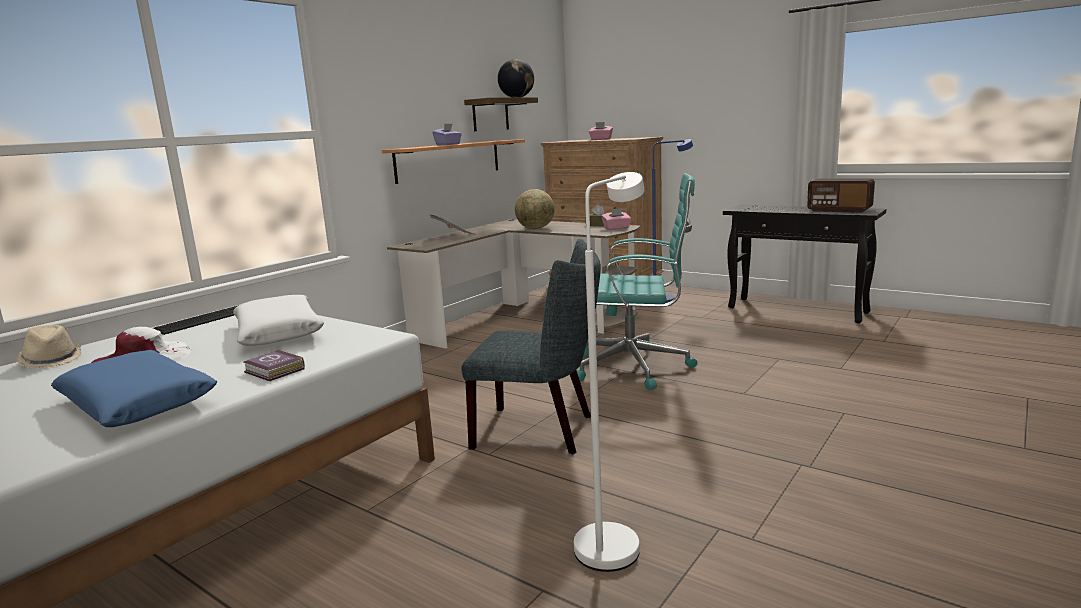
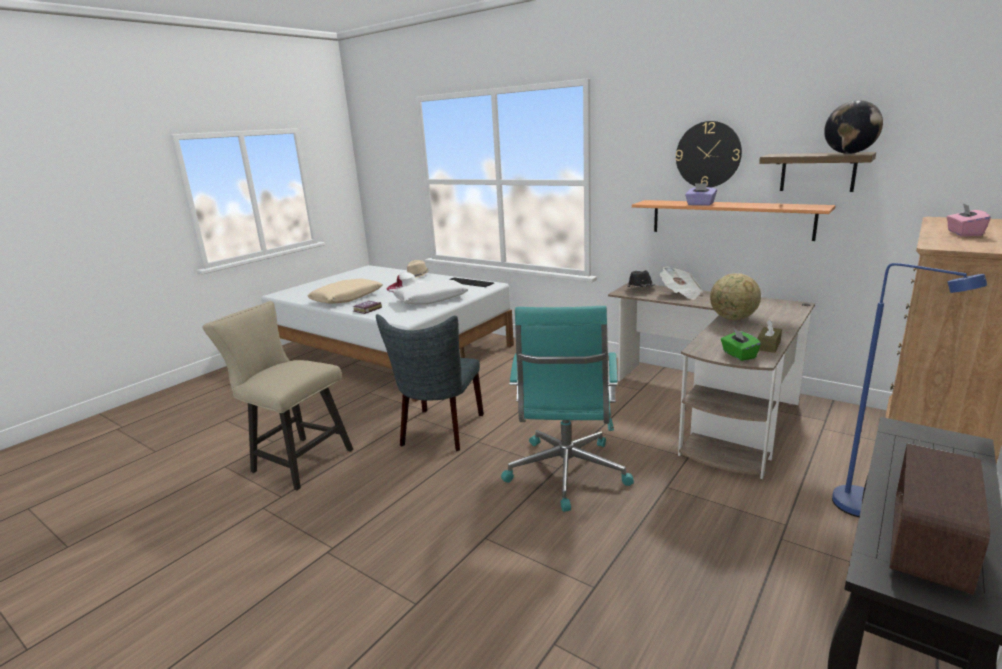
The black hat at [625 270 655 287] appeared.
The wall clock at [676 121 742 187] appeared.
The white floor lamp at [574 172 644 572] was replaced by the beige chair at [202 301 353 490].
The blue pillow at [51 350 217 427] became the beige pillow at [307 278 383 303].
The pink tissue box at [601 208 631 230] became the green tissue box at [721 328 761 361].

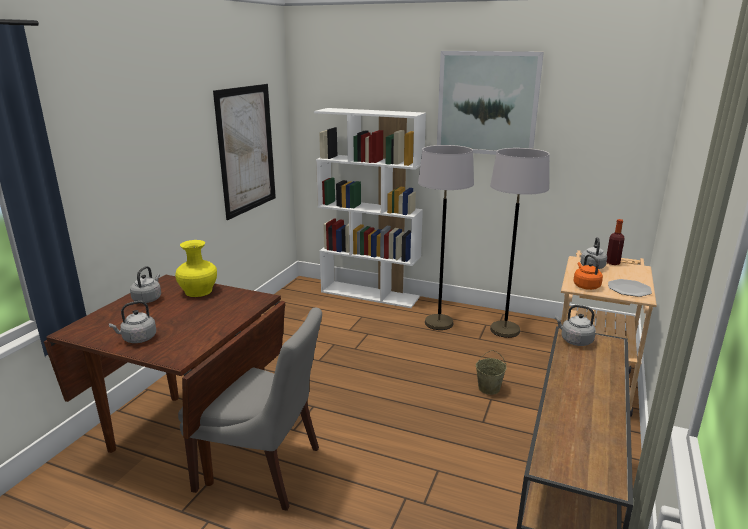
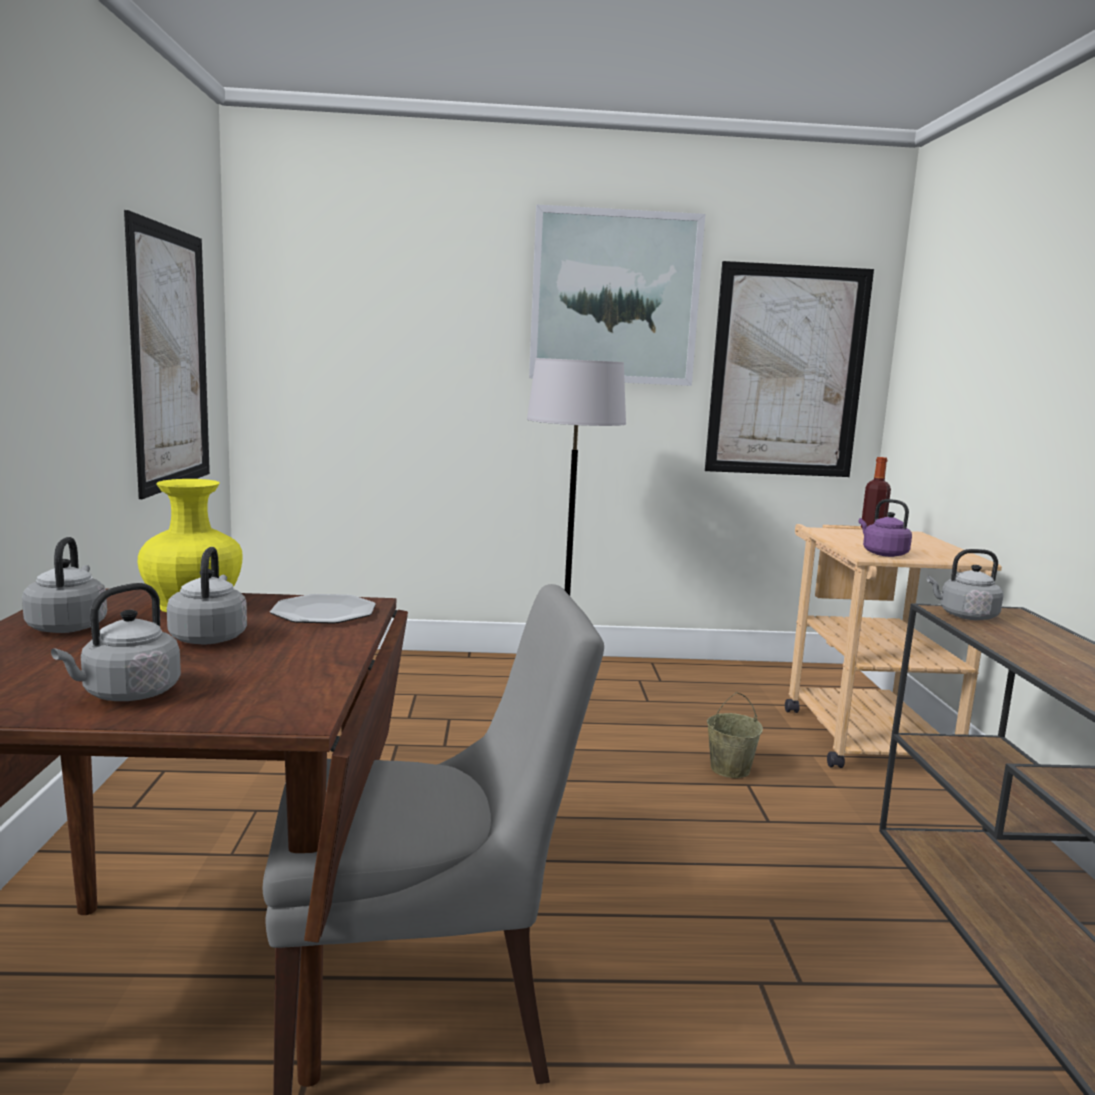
The white bookcase at [314 108 426 308] disappeared.
The grey floor lamp at [490 148 549 338] disappeared.
The picture at [705 261 874 477] appeared.
The grey kettle moved from [580 237 607 269] to [167 547 247 644].
The plate moved from [608 279 652 297] to [270 594 376 624].
The orange kettle at [573 254 603 290] became the purple kettle at [859 499 912 557].

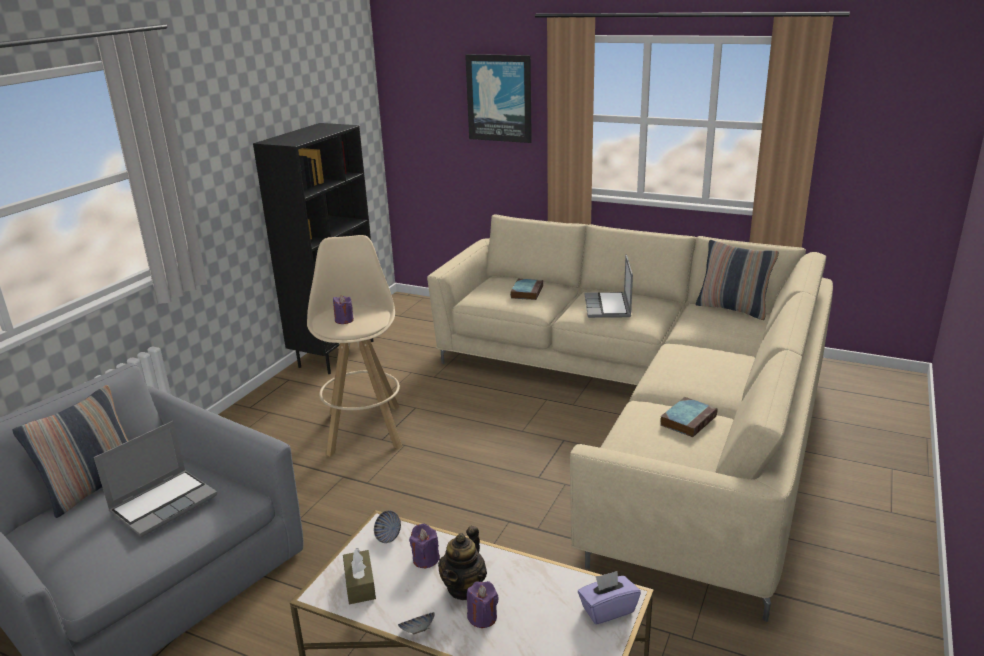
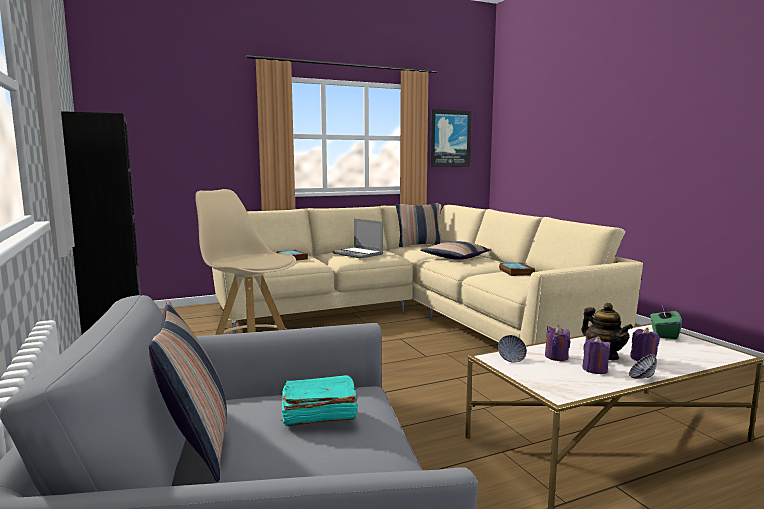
The brown tissue box at [343 548 376 604] disappeared.
The pillow at [420 241 491 260] appeared.
The purple candle moved from [333 296 354 324] to [582 336 610 374].
The picture moved from [465 54 532 143] to [430 109 472 167].
The laptop at [94 421 217 537] was replaced by the turquoise book at [281 375 358 427].
The purple tissue box at [578 571 641 625] became the green tissue box at [650 306 682 339].

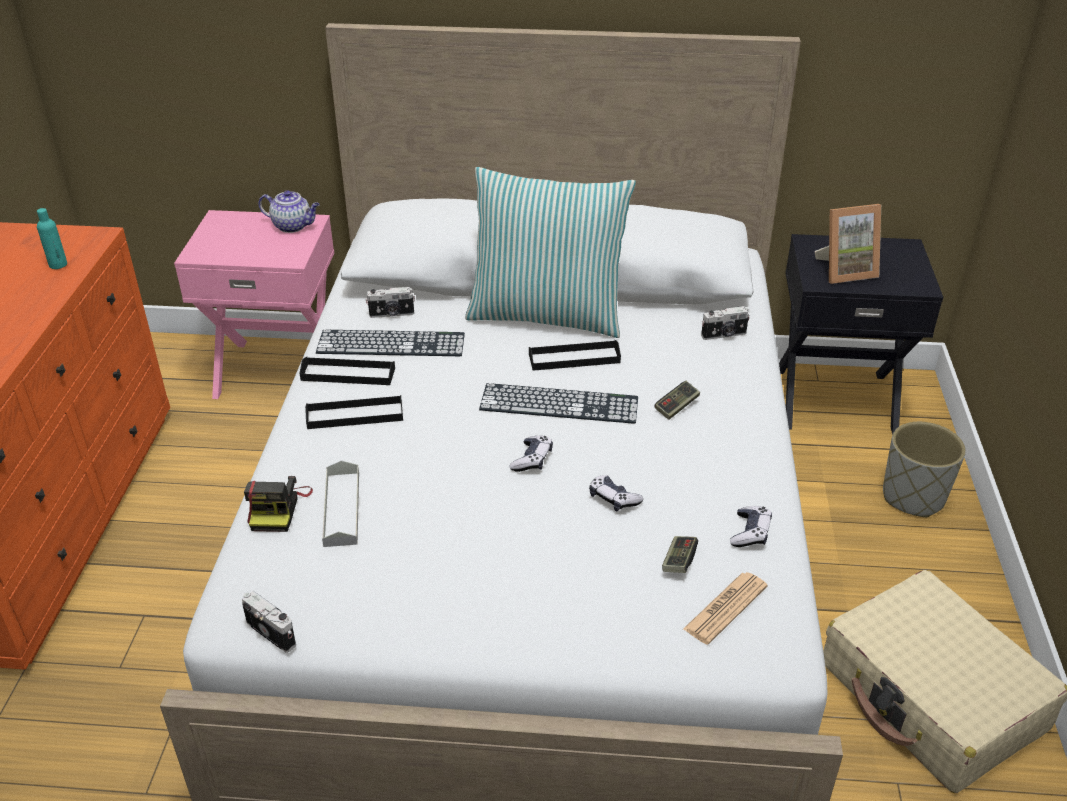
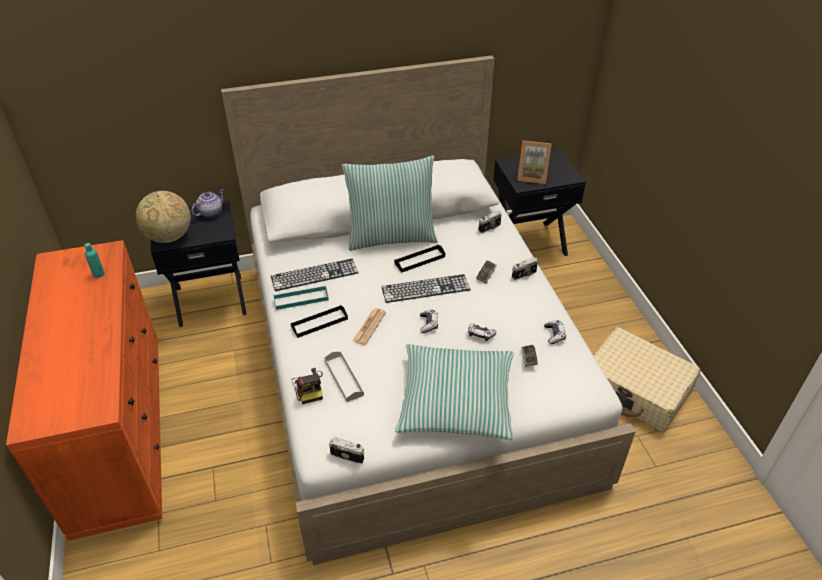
The grey planter at [883 422 966 517] disappeared.
The globe at [136 191 191 243] appeared.
The pillow at [395 344 514 440] appeared.
The photo camera moved from [366 287 415 318] to [512 257 538 280].
The newspaper moved from [683 572 768 645] to [353 308 386 345].
The pink nightstand at [174 210 334 399] became the black nightstand at [151 200 247 327].
The black tray at [299 357 395 385] became the turquoise tray at [273 286 329 310].
The teapot at [258 190 320 233] turned 45 degrees counterclockwise.
The picture frame at [815 204 881 284] turned 45 degrees clockwise.

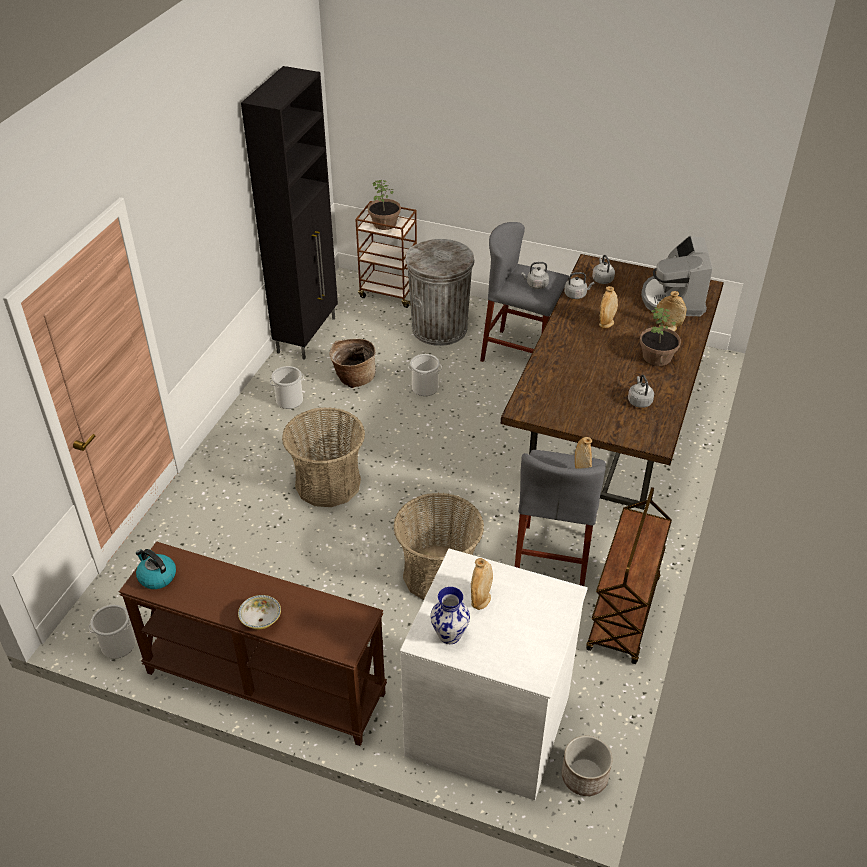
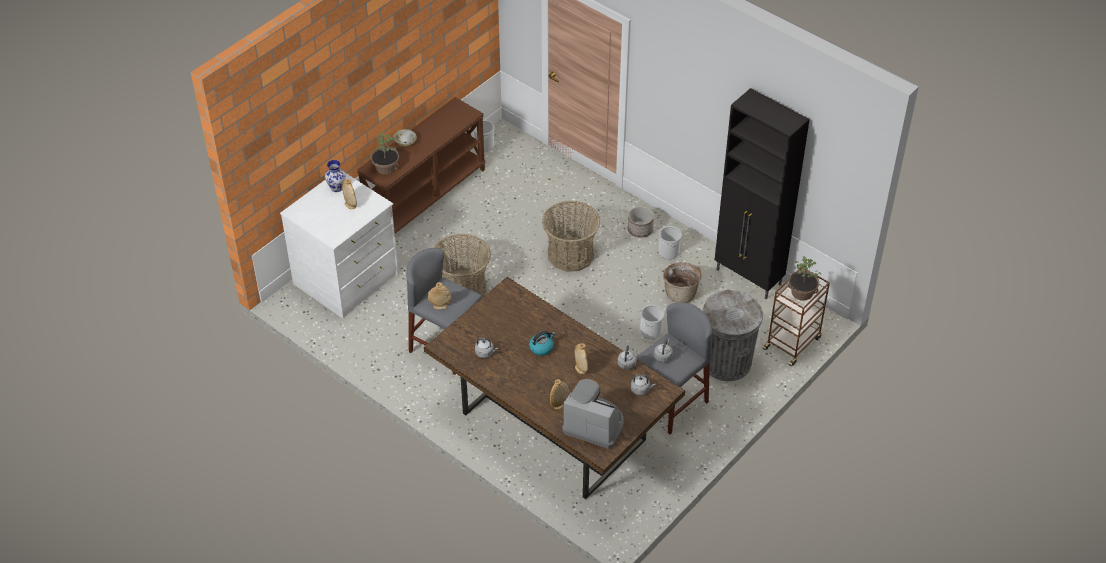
The brown cart at [586 487 672 664] disappeared.
The kettle moved from [136 549 176 589] to [529 331 555 356].
The planter moved from [562 736 612 796] to [628 206 654 238].
The potted plant moved from [640 308 681 366] to [371 132 399 175].

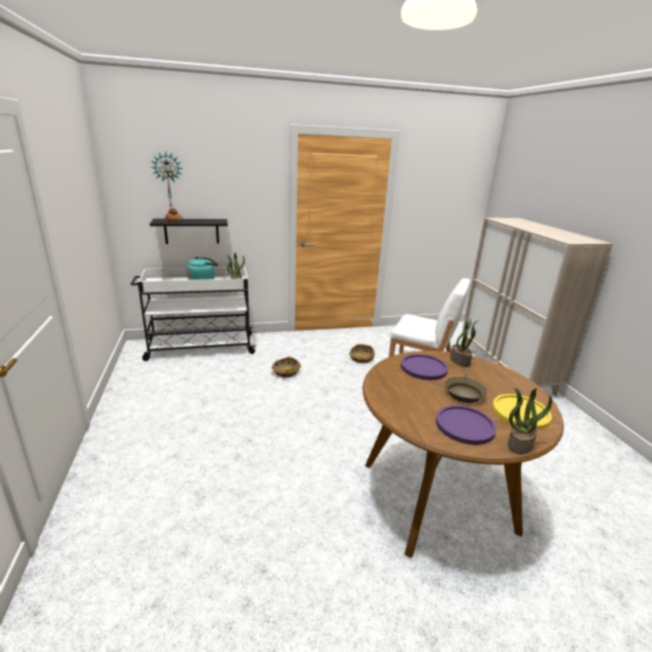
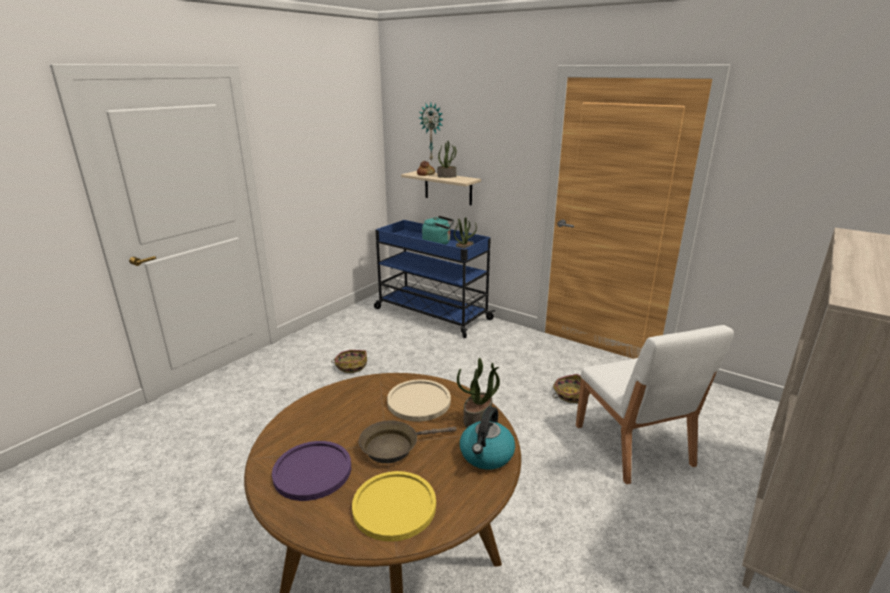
The kettle at [460 406 515 469] appeared.
The basket moved from [271 357 301 378] to [331 350 367 373].
The potted plant moved from [508 388 552 454] to [437 141 456 178].
The white cart at [131 267 256 361] became the blue cart at [374 220 495 338].
The black shelf at [150 219 228 244] became the beige shelf at [401 171 481 205].
The purple plate at [401 354 448 380] became the beige plate at [387 379 451 422].

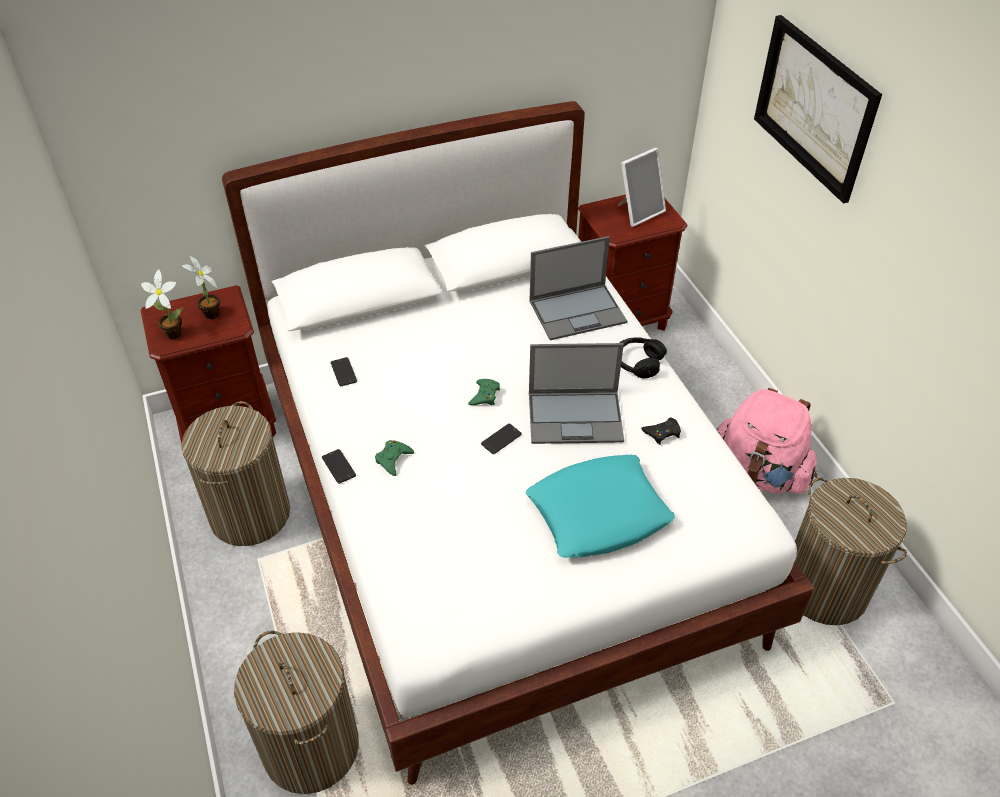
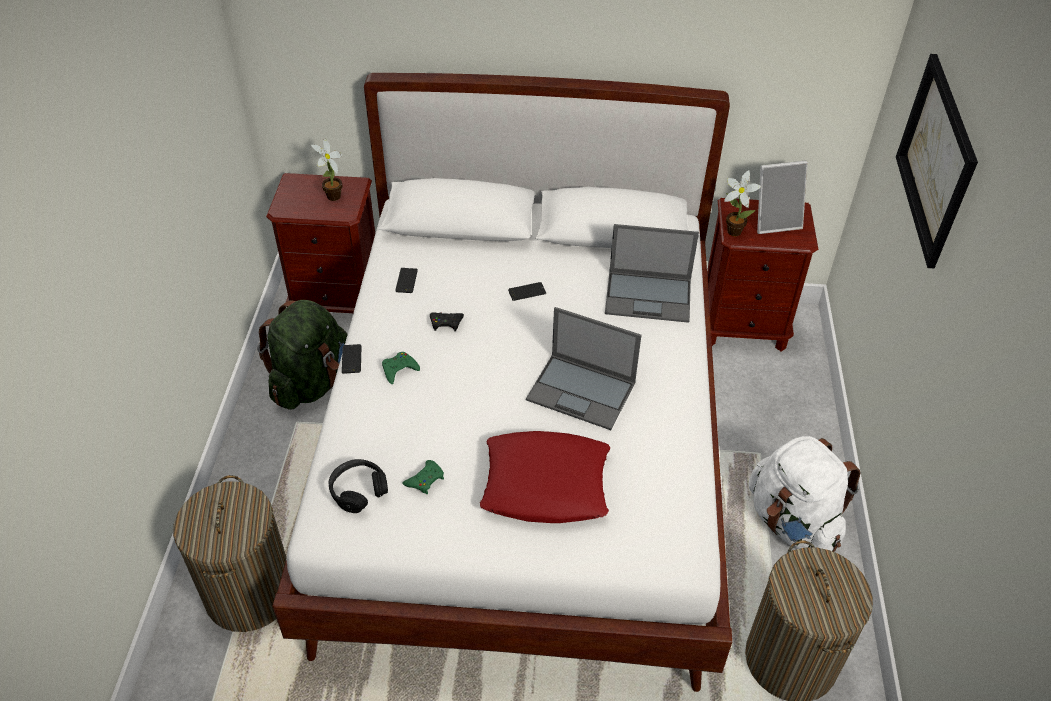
The potted plant moved from [141 269 183 339] to [724 170 762 236].
The green game controller moved from [468 379 500 405] to [402 460 444 494].
The phone moved from [481 424 522 454] to [508 282 546 301].
The black headphones moved from [619 337 667 378] to [329 459 388 513].
The black game controller moved from [641 418 681 445] to [430 312 464 331].
The laundry basket at [181 401 290 546] was replaced by the green backpack at [257 300 348 410].
The turquoise pillow at [526 455 675 558] became the red pillow at [480 431 610 523].
The pink backpack at [716 388 818 494] became the white backpack at [749 436 860 552].

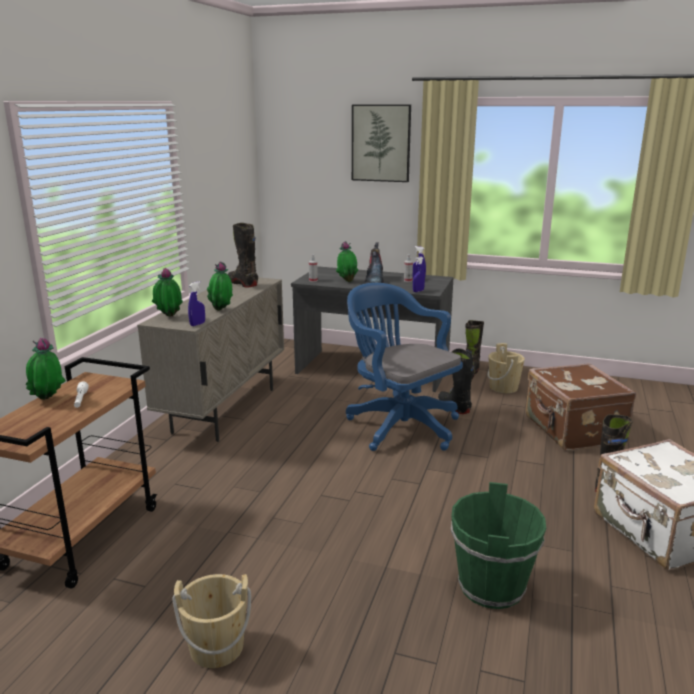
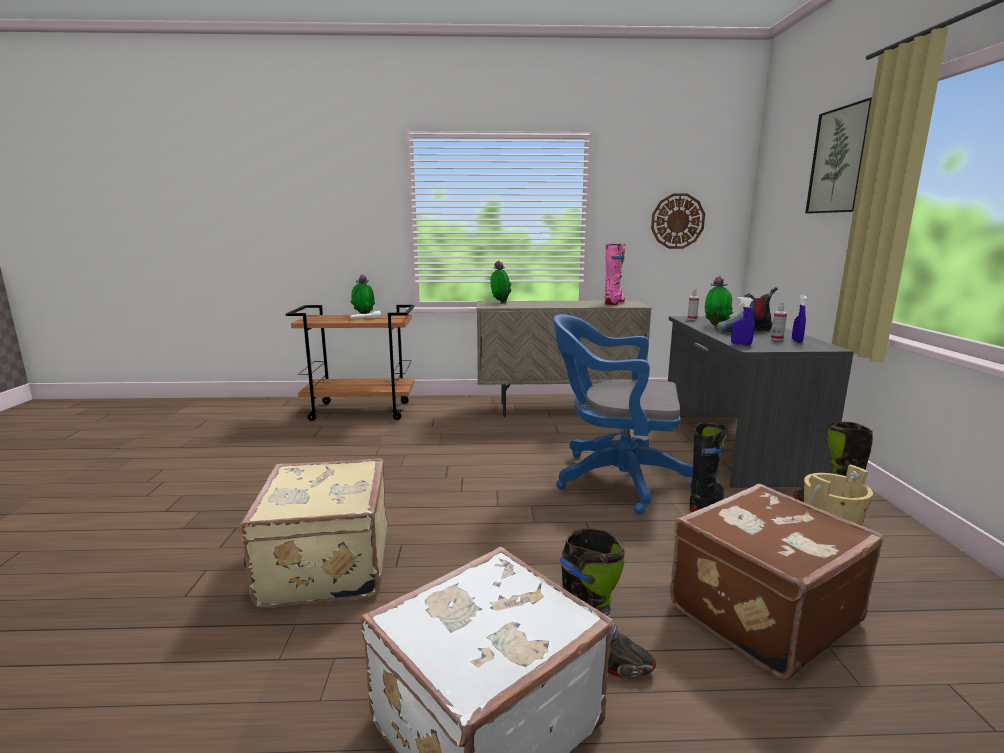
The beige bucket at [172 574 251 668] disappeared.
The blue spray bottle at [188 281 205 326] disappeared.
The potted plant at [207 261 233 311] disappeared.
The wall clock at [651 193 705 249] appeared.
The green bucket at [451 482 546 609] was replaced by the beige suitcase at [239 458 387 608].
The black boot at [228 223 258 288] became the pink boot at [605 243 626 305].
The blue office chair at [346 283 463 451] turned 105 degrees counterclockwise.

